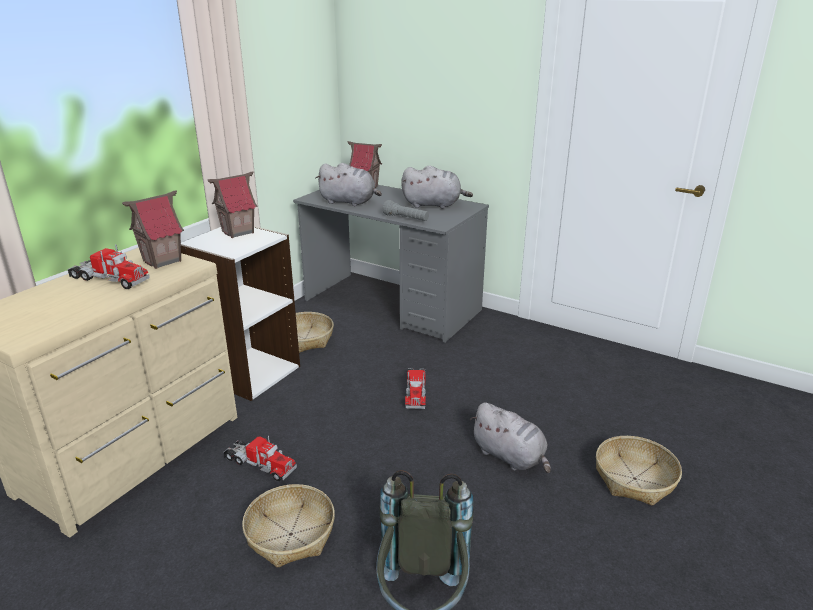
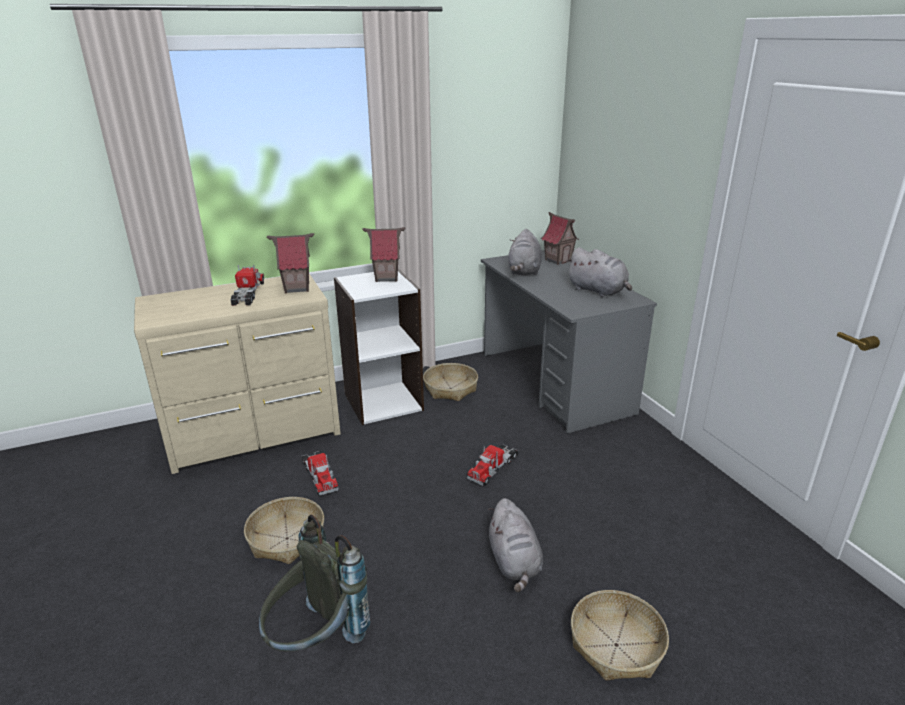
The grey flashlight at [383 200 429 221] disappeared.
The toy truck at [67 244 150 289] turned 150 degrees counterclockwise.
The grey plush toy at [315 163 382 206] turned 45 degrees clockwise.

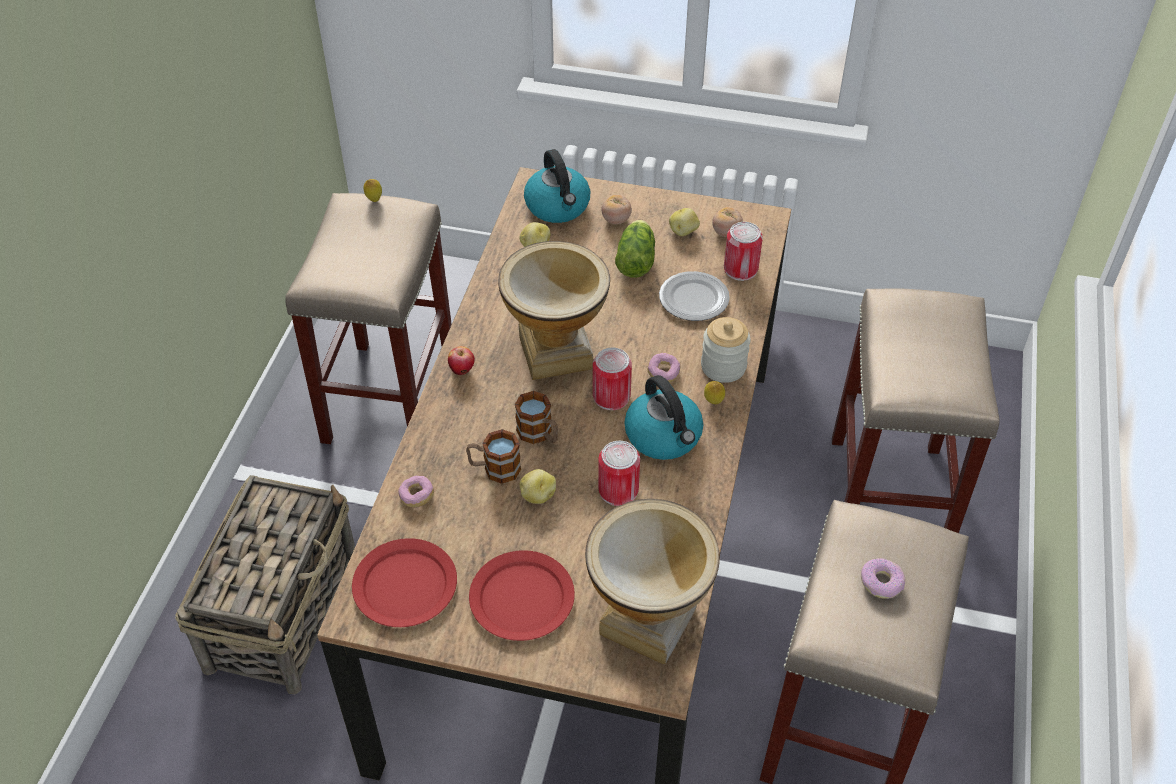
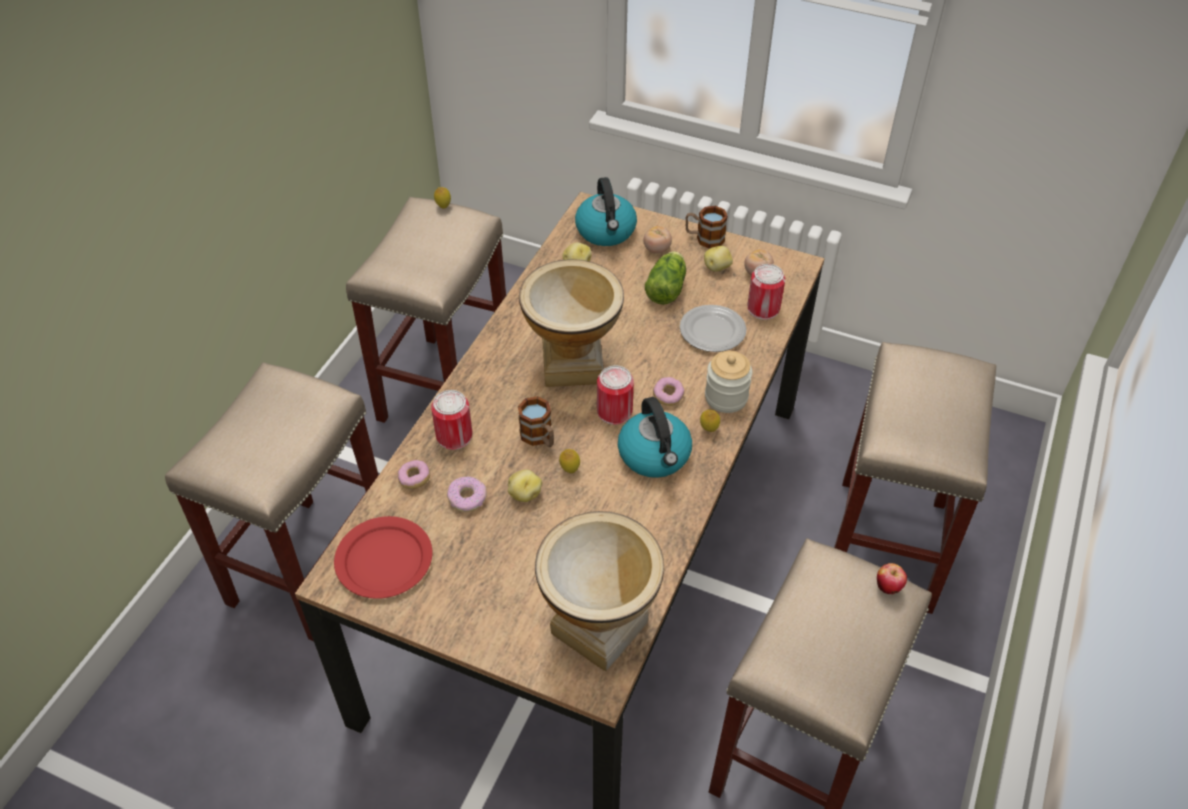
The red plate at [469 550 575 641] disappeared.
The lemon at [559 449 580 473] appeared.
The apple moved from [448 346 475 375] to [877 563 907 594].
The mug moved from [466 429 521 484] to [686 206 728 249].
The can moved from [598 441 640 506] to [431 390 472 450].
The donut moved from [861 558 905 599] to [447 477 487 512].
The basket at [175 475 355 695] was replaced by the beige stool at [165 362 379 641].

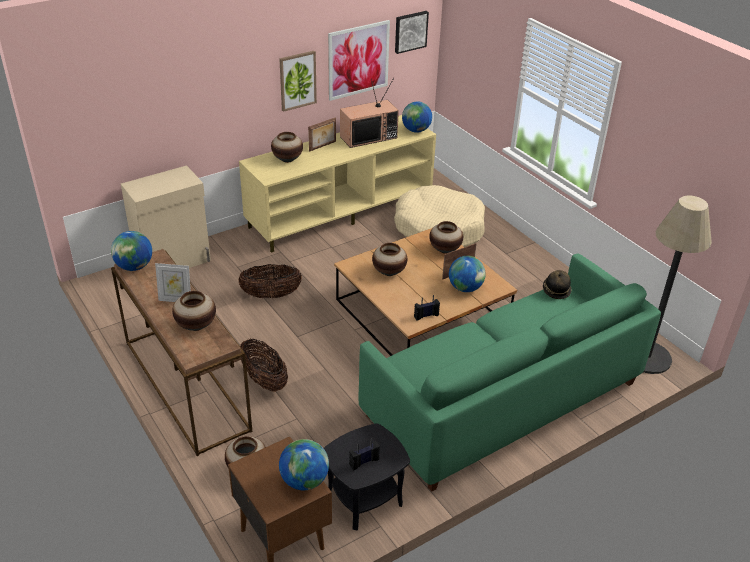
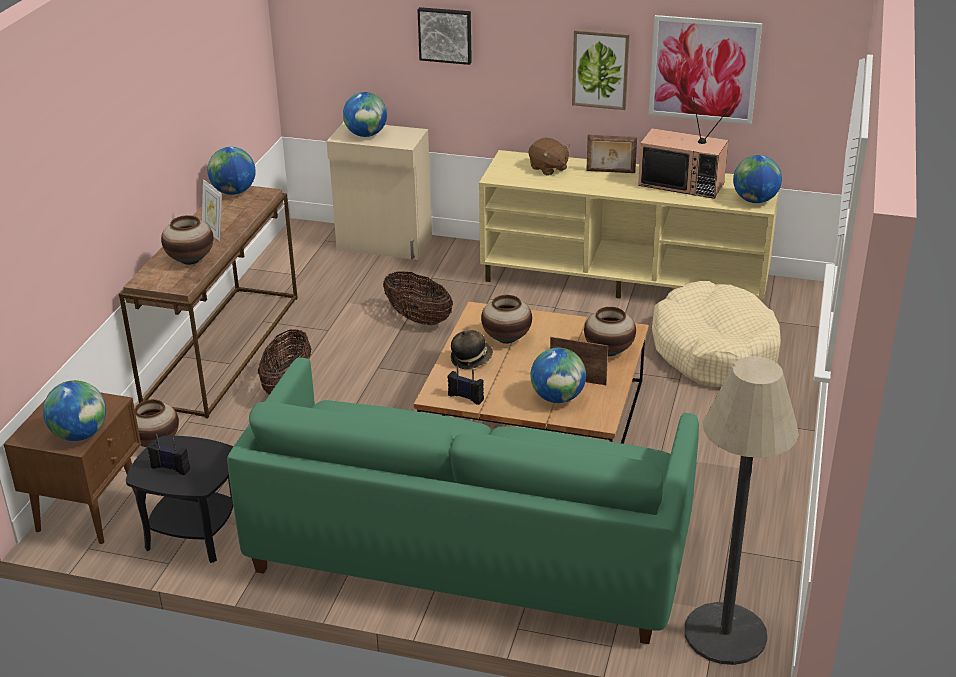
The globe at [343 92 387 137] appeared.
The picture moved from [395 11 429 54] to [417 7 472 65].
The hat moved from [543 270 571 299] to [451 330 493 369].
The vase at [271 132 303 163] was replaced by the brown plush toy at [528 138 570 176].

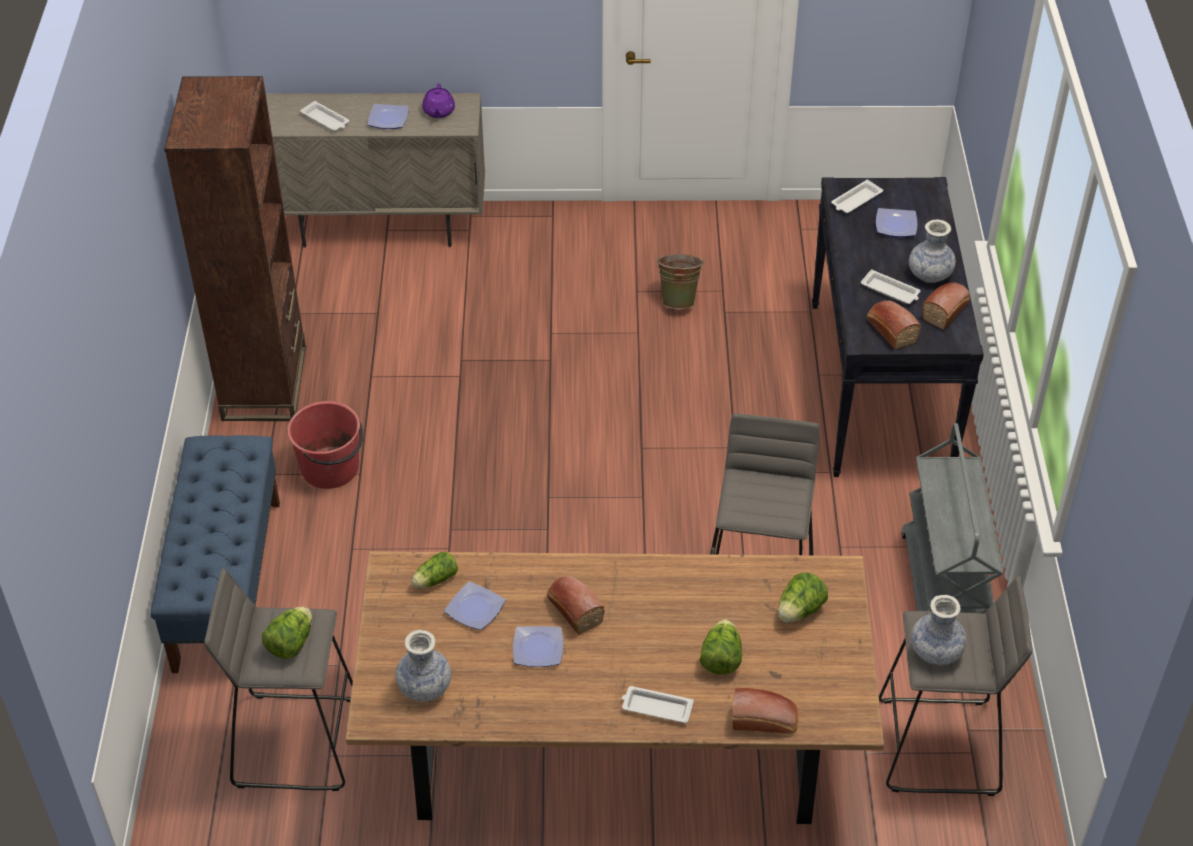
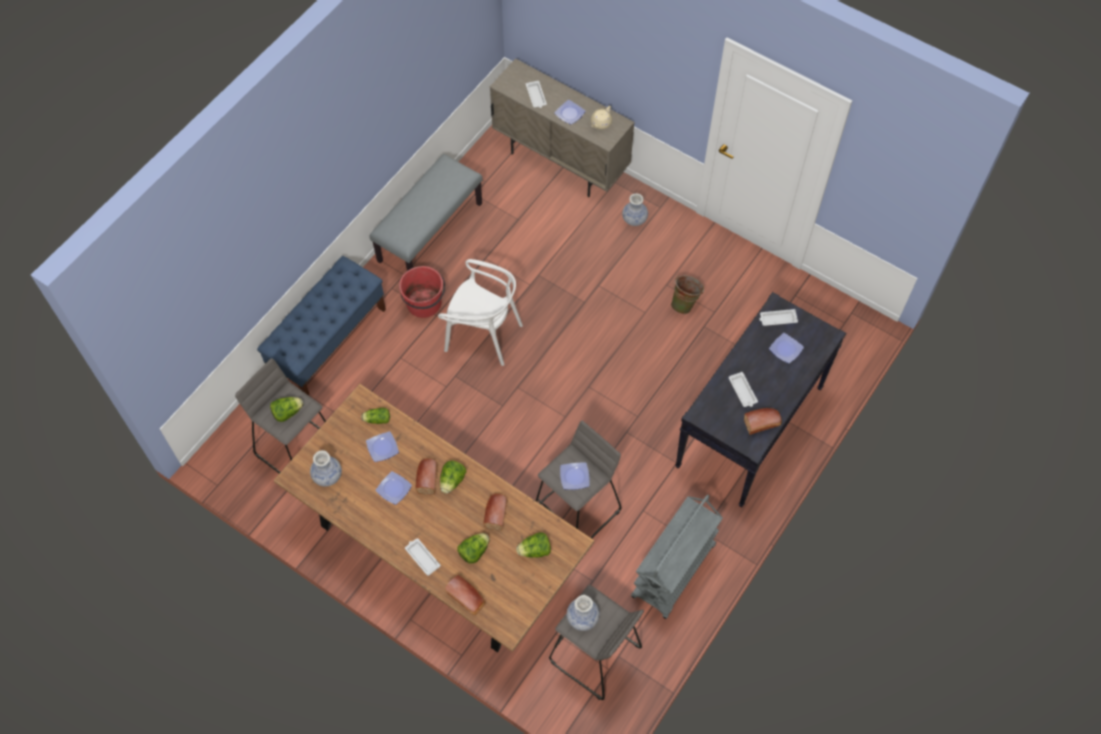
The white chair at [438 259 523 366] appeared.
The lettuce at [440 460 467 494] appeared.
The plate at [560 462 590 490] appeared.
The bread moved from [867 300 921 350] to [483 494 507 531].
The vase moved from [909 220 956 283] to [622 193 648 226].
The brown bookcase at [164 76 306 421] was replaced by the grey bench at [370 154 483 271].
The purple teapot at [422 83 455 118] became the beige teapot at [591 106 612 129].

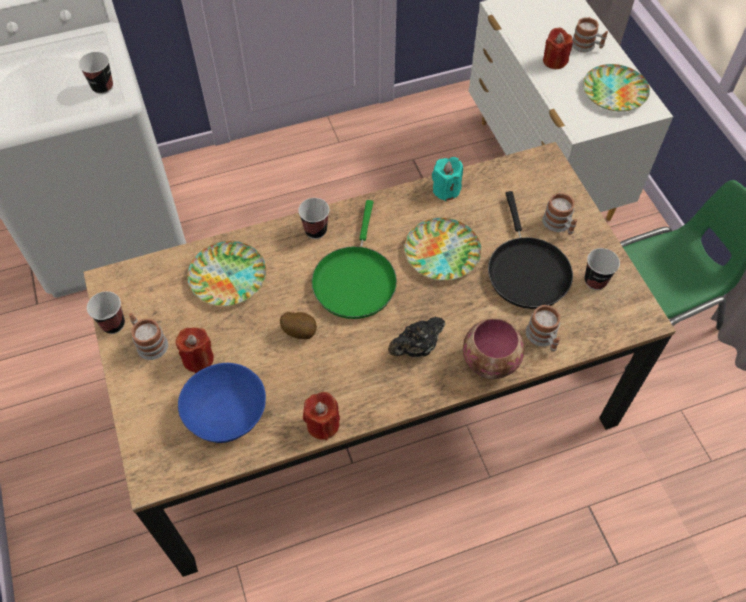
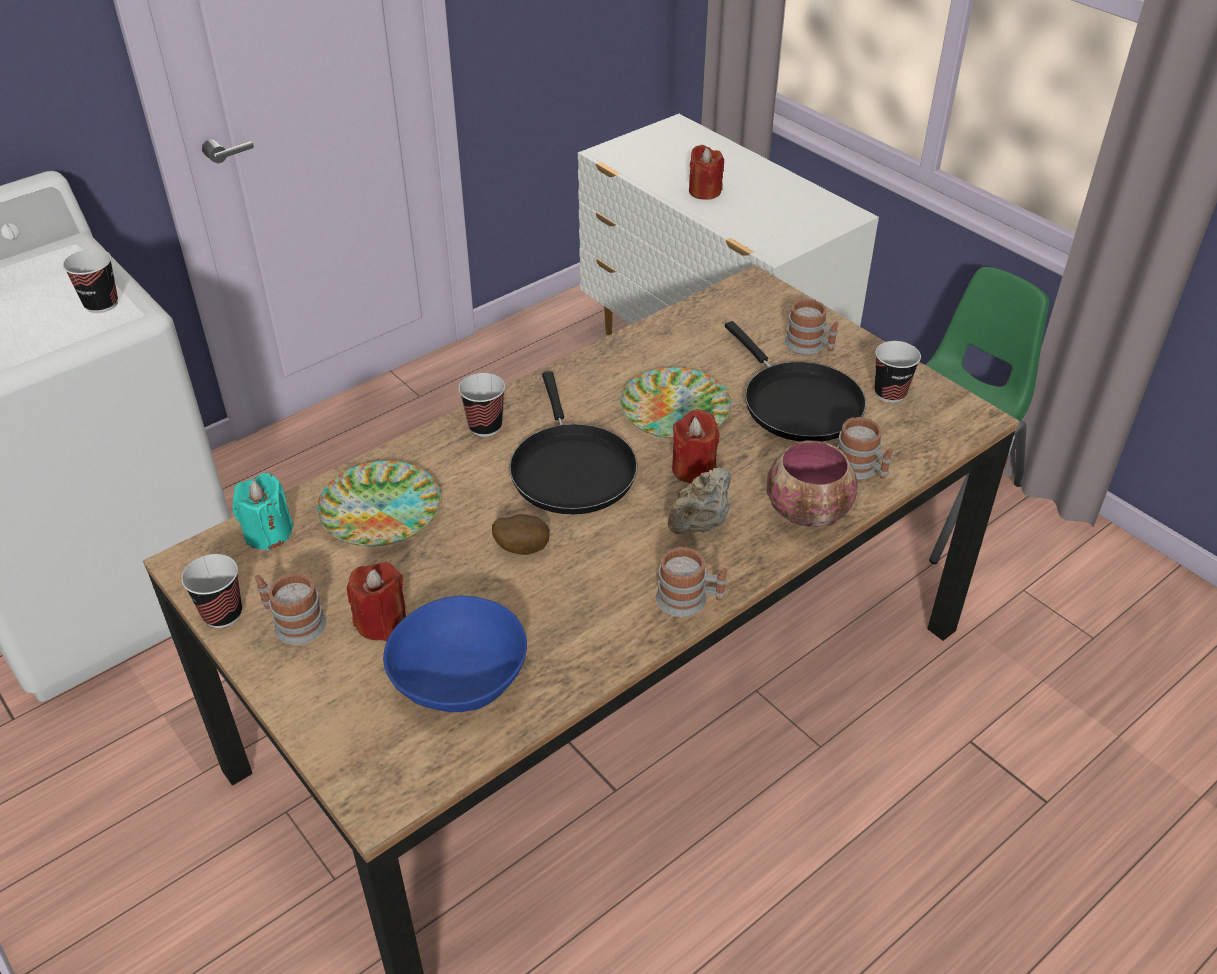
The plate at [583 64 650 112] disappeared.
The red candle moved from [303 392 340 441] to [672 410 720 483].
The turquoise candle moved from [432 157 463 201] to [232 473 294 550].
The mug moved from [572 17 608 52] to [656 547 728 617].
The green frying pan at [312 200 397 319] became the black frying pan at [509 371 637 514].
The black teapot at [388 317 445 357] became the beige teapot at [668 467 731 534].

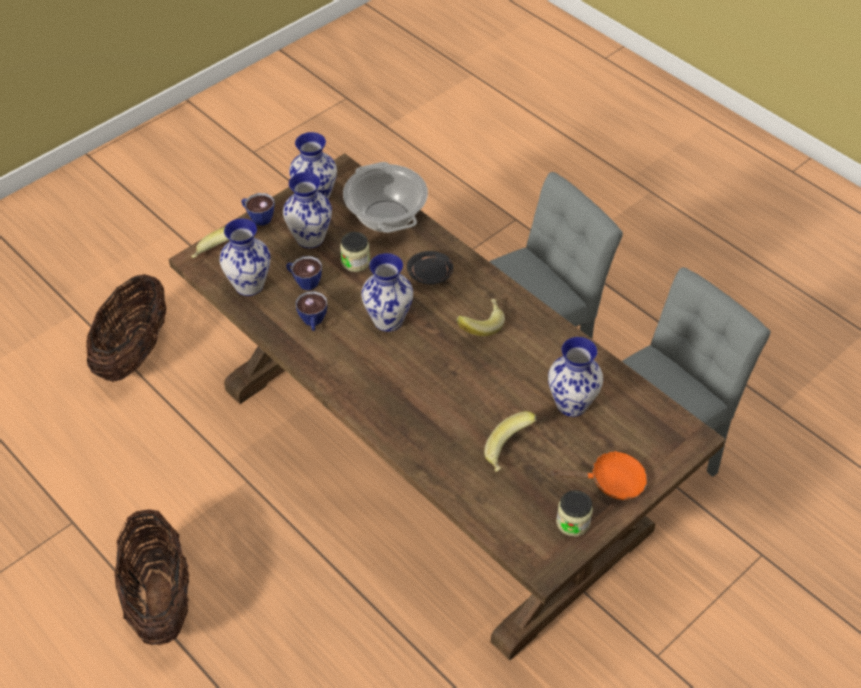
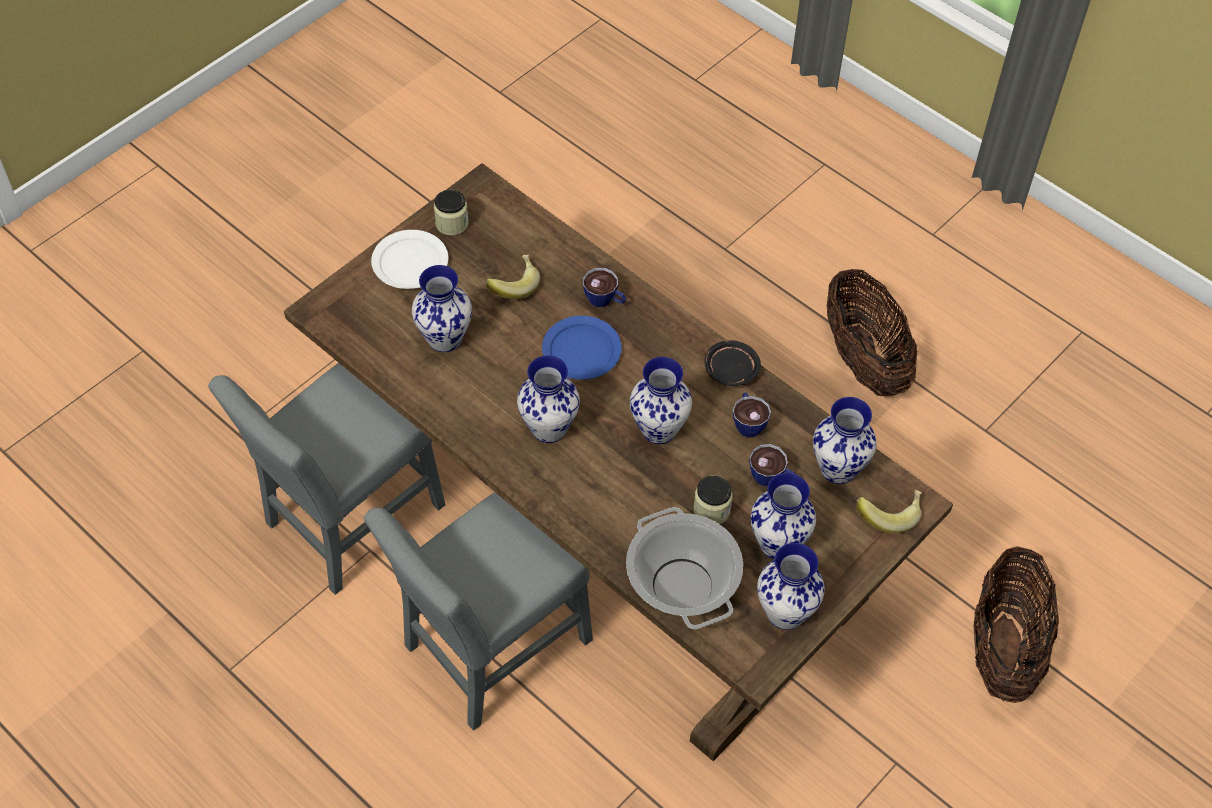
The blue plate at [542 316 622 380] appeared.
The cup moved from [241 193 274 226] to [583 268 626 307].
The black plate moved from [407 251 453 285] to [704 340 761 386].
The banana at [456 299 505 336] was replaced by the vase at [517 355 580 443].
The orange frying pan at [551 451 647 500] was replaced by the white plate at [371 230 448 289].

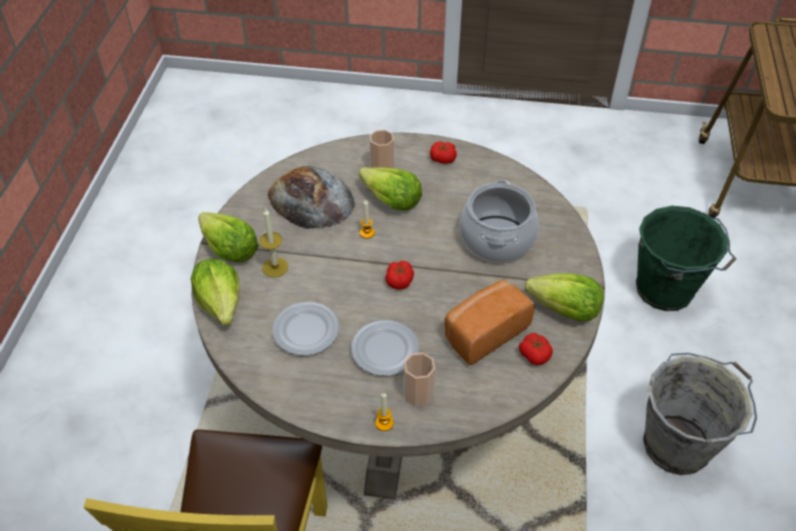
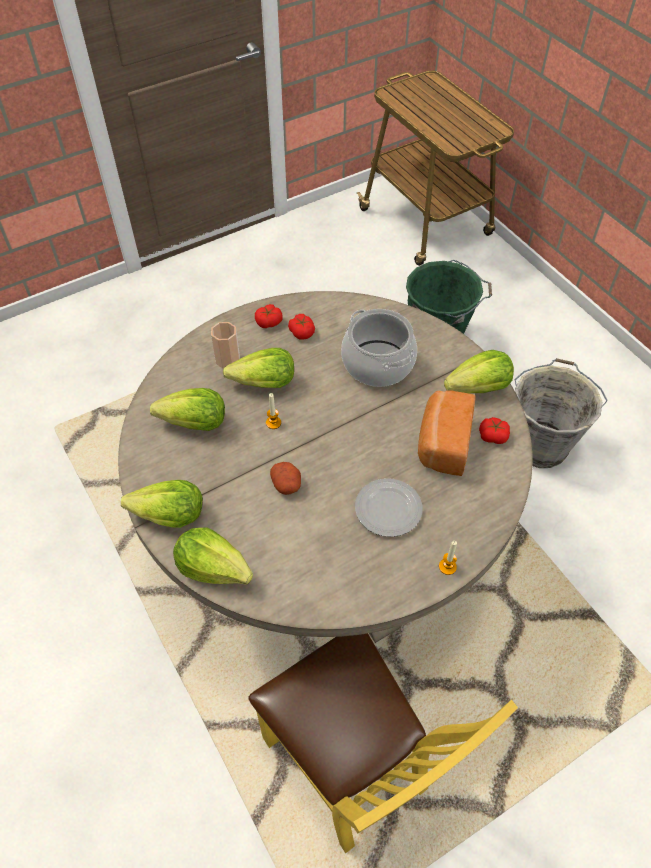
The candle at [260 209 288 277] disappeared.
The plate at [272 302 340 356] disappeared.
The cup at [404 353 435 407] disappeared.
The potato at [270 462 301 495] appeared.
The tomato moved from [386 261 414 290] to [288 314 315 340].
The bread at [268 166 355 229] was replaced by the lettuce at [150 388 225 431].

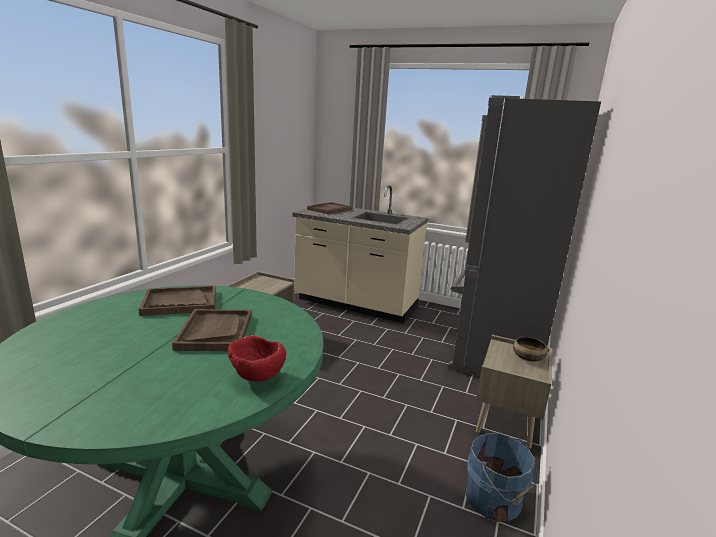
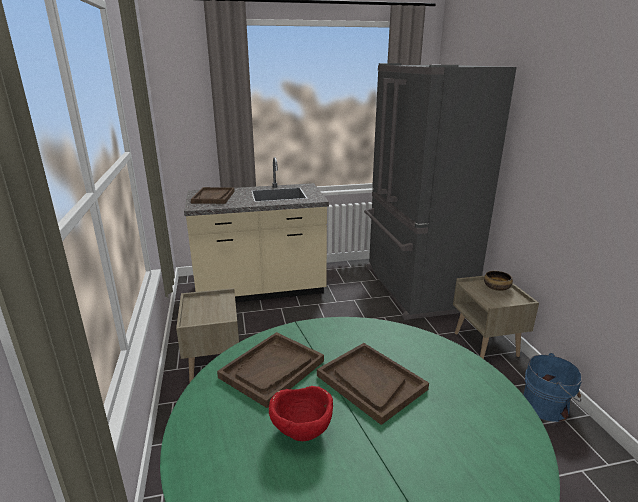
The red bowl moved from [228 335 286 382] to [269 386 333 441].

